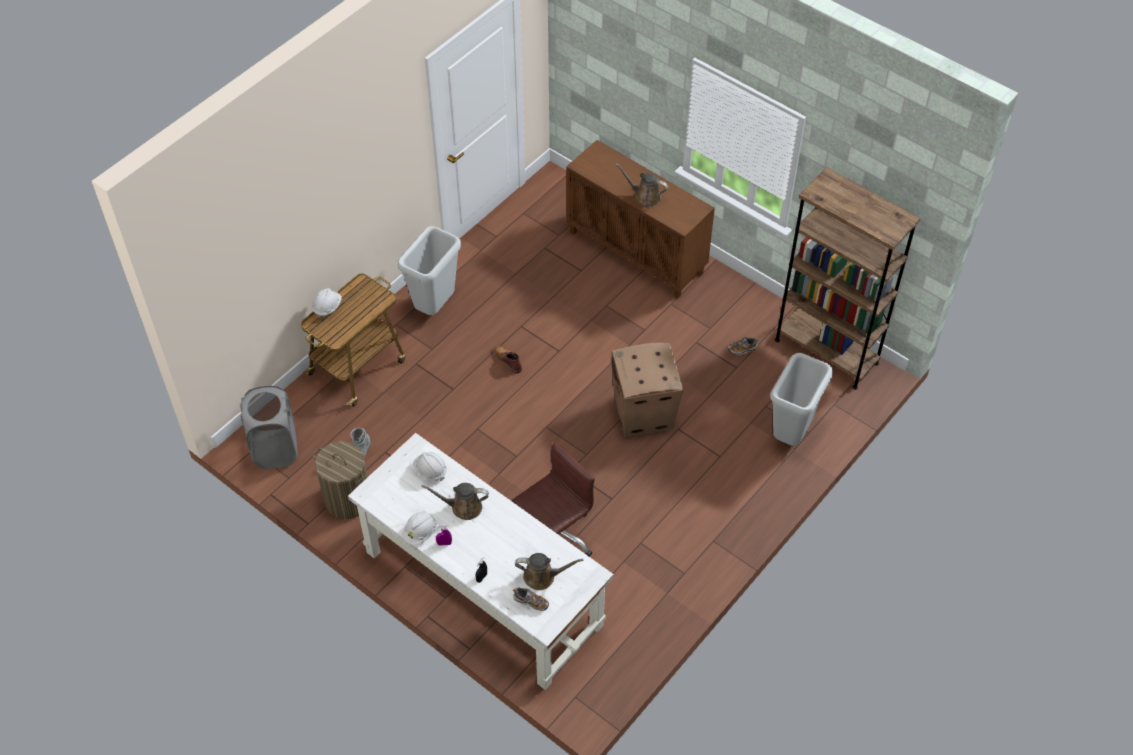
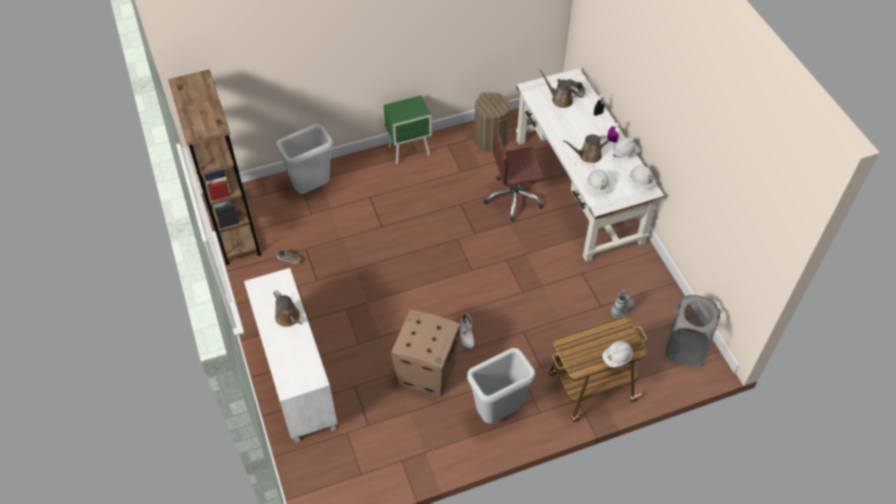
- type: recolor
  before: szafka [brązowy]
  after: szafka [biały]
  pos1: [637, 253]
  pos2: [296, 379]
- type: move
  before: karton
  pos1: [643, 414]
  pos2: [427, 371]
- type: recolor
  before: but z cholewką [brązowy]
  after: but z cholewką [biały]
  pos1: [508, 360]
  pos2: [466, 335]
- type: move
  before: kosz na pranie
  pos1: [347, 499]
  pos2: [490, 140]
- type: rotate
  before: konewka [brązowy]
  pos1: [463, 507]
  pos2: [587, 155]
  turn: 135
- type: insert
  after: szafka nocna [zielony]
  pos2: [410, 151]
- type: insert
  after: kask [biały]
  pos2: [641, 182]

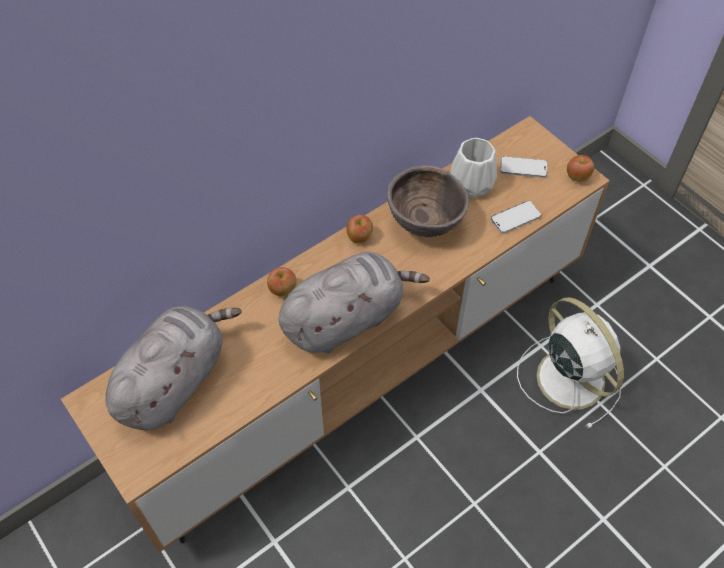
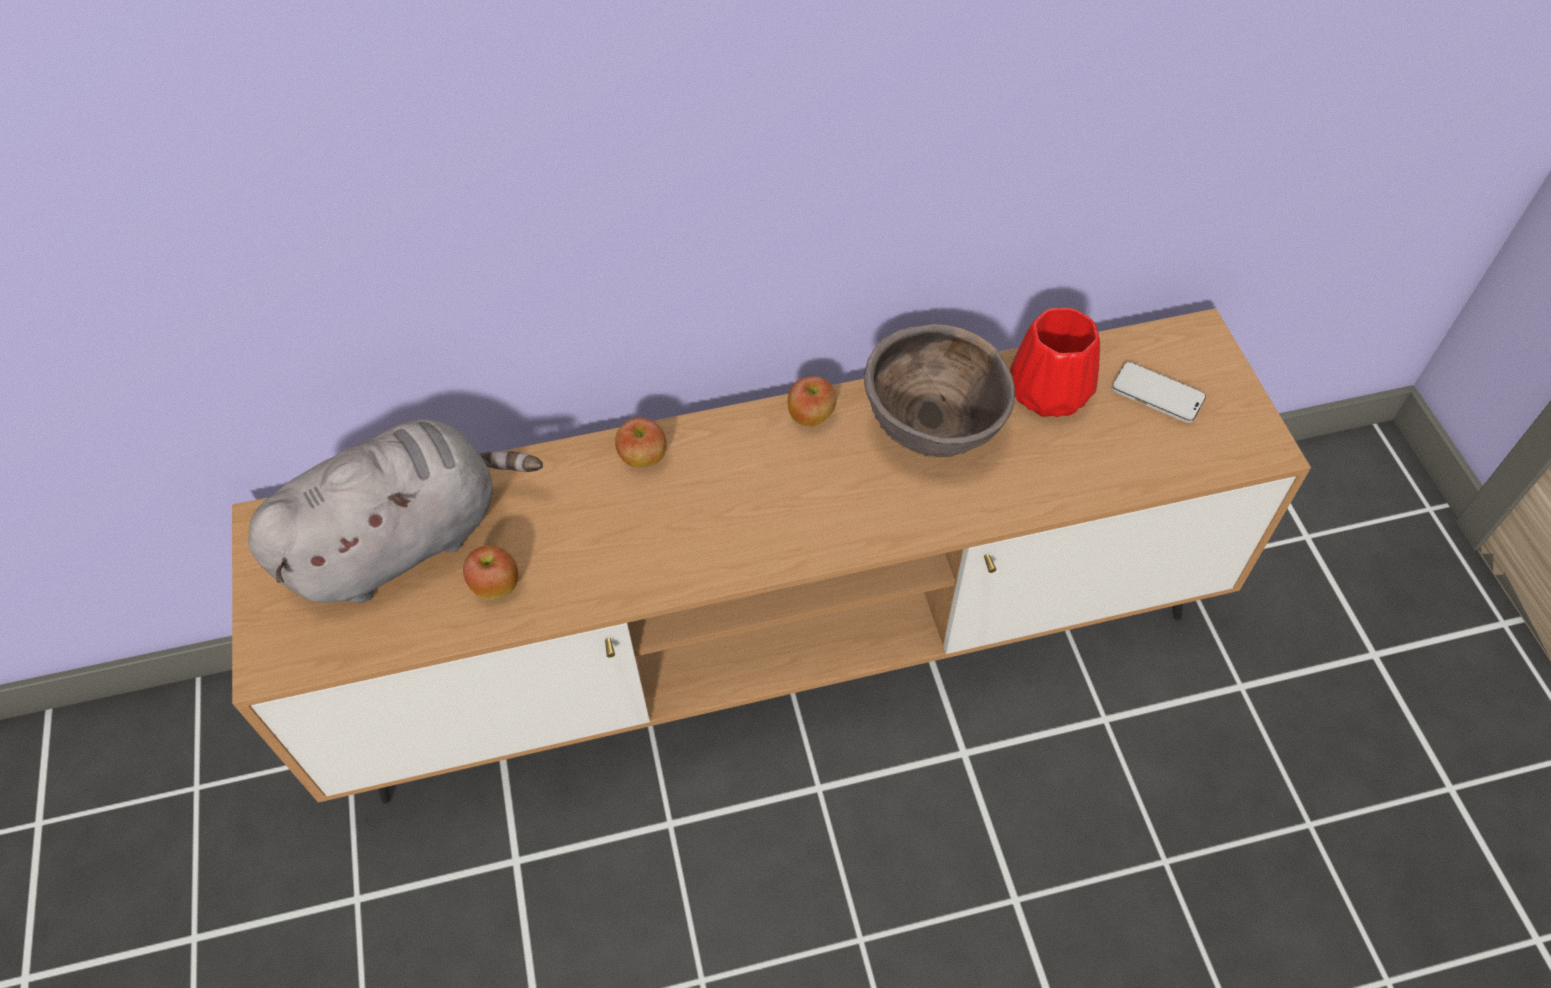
- type: recolor
  before: wazon [biały]
  after: wazon [czerwony]
  pos1: [471, 185]
  pos2: [1048, 393]
- type: move
  before: jabłko
  pos1: [577, 177]
  pos2: [496, 586]
- type: delete
  before: telefon
  pos1: [515, 218]
- type: delete
  before: pluszak [szary]
  pos1: [346, 318]
- type: delete
  before: wentylator [biały]
  pos1: [568, 376]

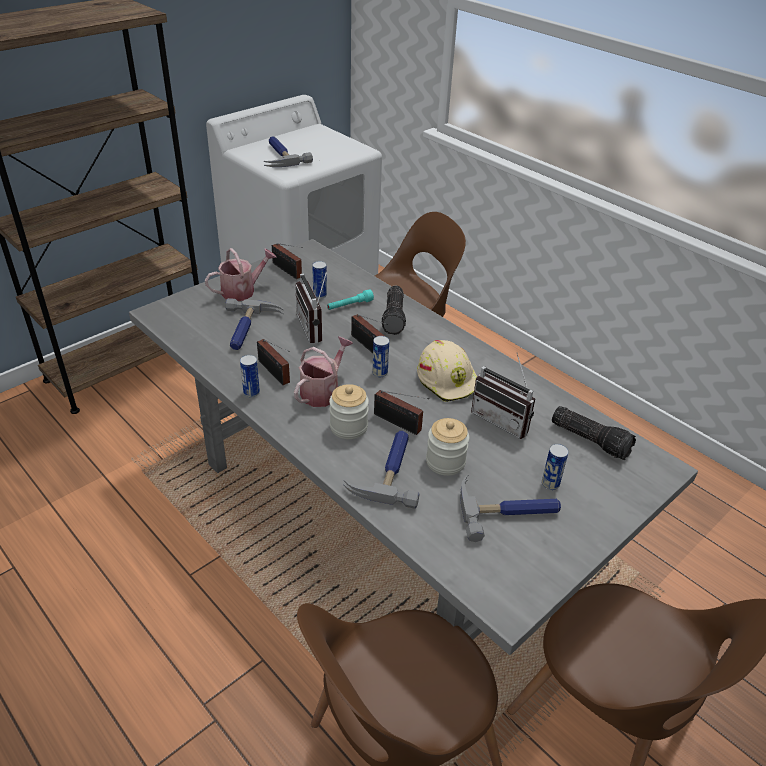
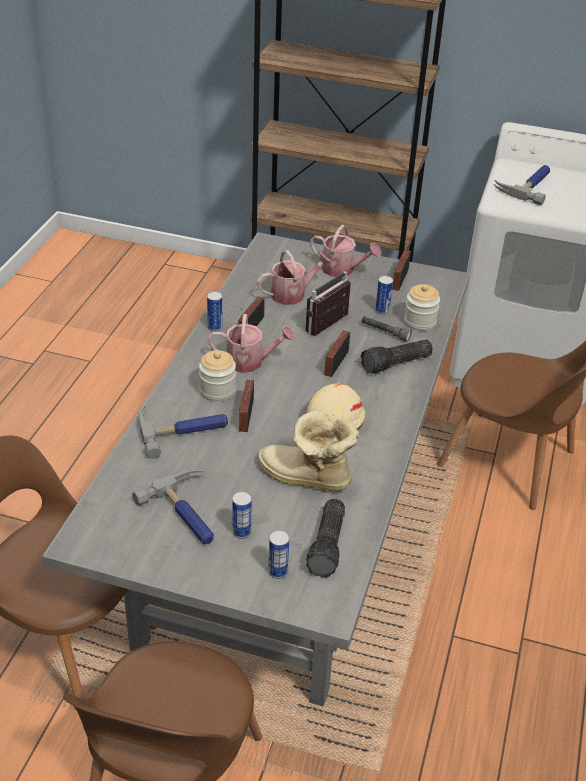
- type: recolor
  before: latarka [turkusowy]
  after: latarka [szary]
  pos1: [349, 305]
  pos2: [385, 332]
- type: replace
  before: młotek
  after: konewka
  pos1: [248, 329]
  pos2: [292, 294]
- type: move
  before: puszka
  pos1: [380, 373]
  pos2: [278, 572]
- type: replace
  before: radio
  after: but z cholewką
  pos1: [503, 420]
  pos2: [306, 478]
- type: move
  before: słoik
  pos1: [445, 462]
  pos2: [420, 322]

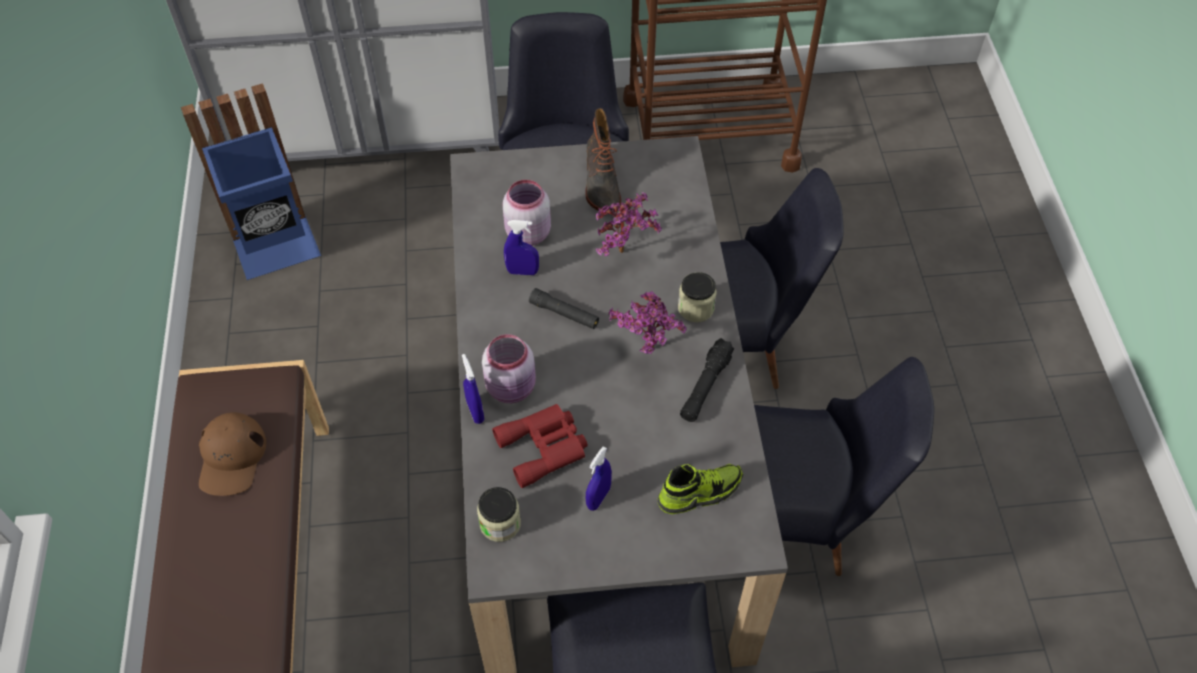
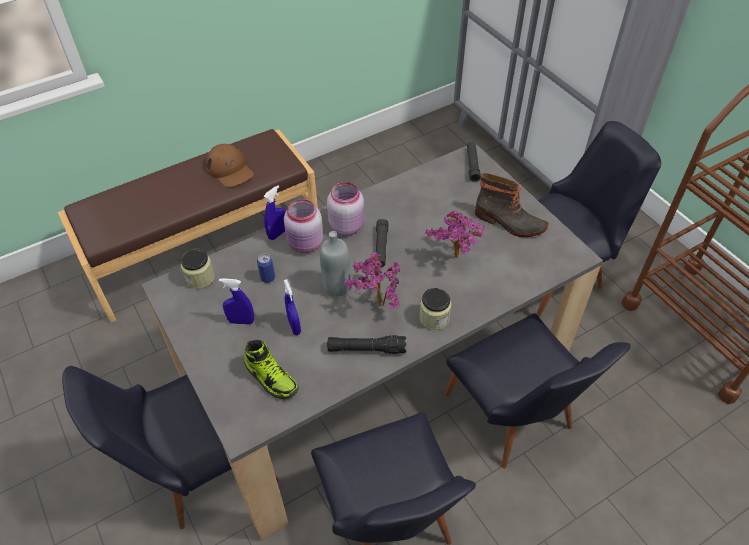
- type: delete
  before: kosz na śmieci [niebieski]
  pos1: [277, 247]
- type: rotate
  before: but z cholewką
  pos1: [600, 183]
  pos2: [509, 223]
  turn: -120
- type: move
  before: słoik [różowy]
  pos1: [527, 233]
  pos2: [347, 225]
- type: move
  before: spryskiwacz [niebieski]
  pos1: [522, 271]
  pos2: [294, 326]
- type: replace
  before: lornetka [czerwony]
  after: puszka
  pos1: [544, 447]
  pos2: [268, 278]
- type: rotate
  before: czapka z daszkiem [brązowy]
  pos1: [231, 458]
  pos2: [230, 170]
  turn: -105
- type: insert
  after: latarka [czarny]
  pos2: [472, 165]
- type: insert
  after: butelka [szary]
  pos2: [337, 287]

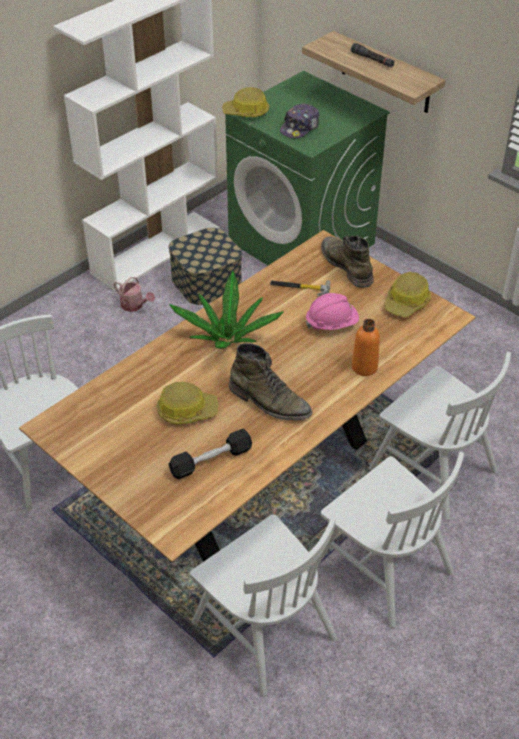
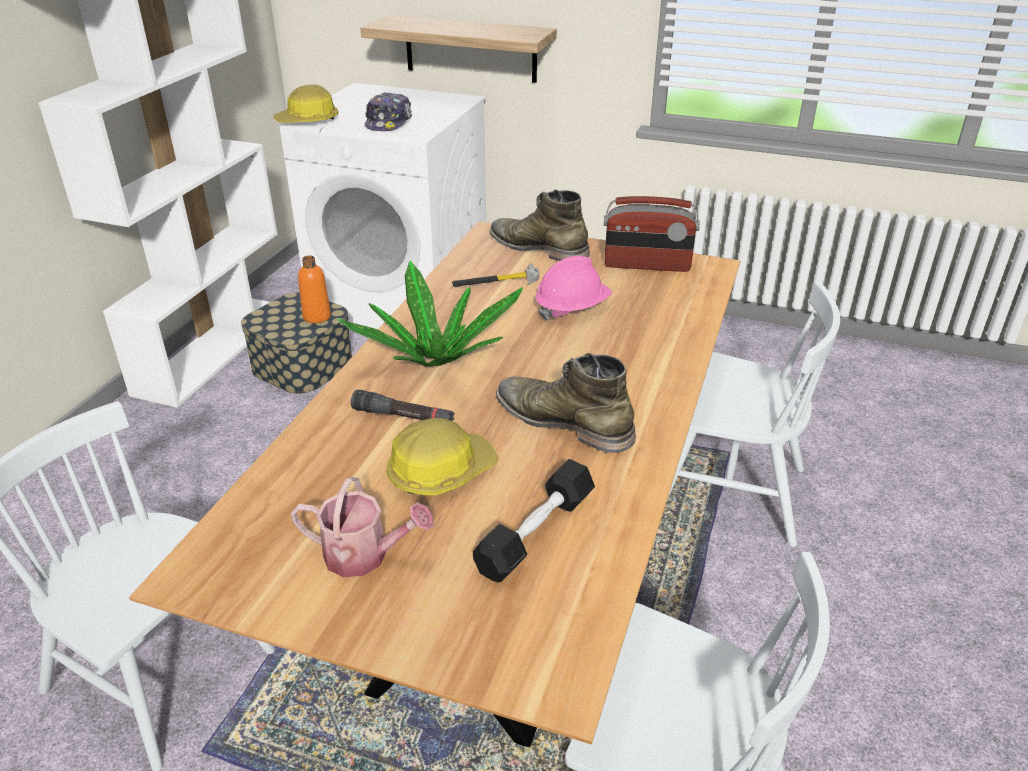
- type: move
  before: latarka [czarny]
  pos1: [372, 60]
  pos2: [403, 417]
- type: recolor
  before: pralka [zielony]
  after: pralka [biały]
  pos1: [302, 242]
  pos2: [403, 298]
- type: replace
  before: kask
  after: radio
  pos1: [407, 302]
  pos2: [647, 265]
- type: move
  before: konewka
  pos1: [134, 305]
  pos2: [365, 555]
- type: move
  before: butelka [pomarańczowy]
  pos1: [364, 367]
  pos2: [317, 316]
- type: rotate
  before: but z cholewką [zielony]
  pos1: [269, 402]
  pos2: [563, 421]
  turn: -150
- type: delete
  before: krzesło [biały]
  pos1: [382, 567]

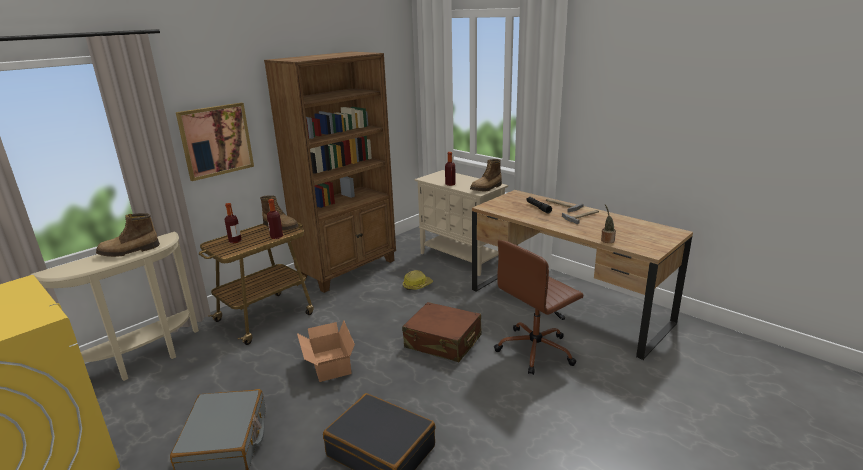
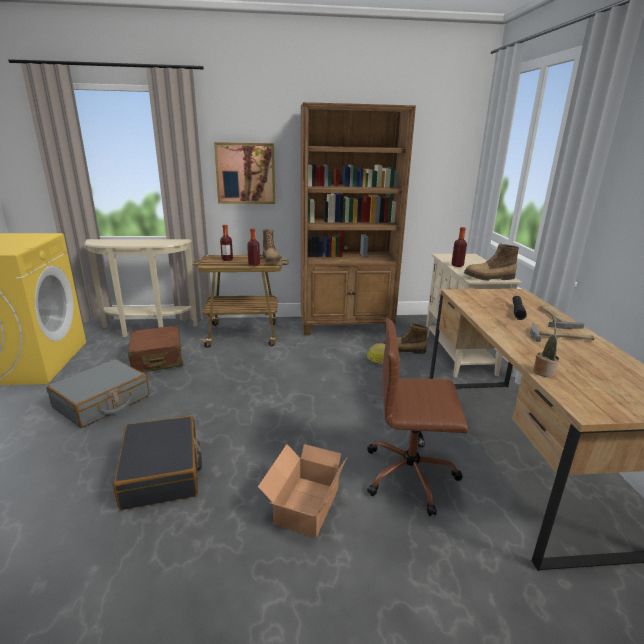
- type: move
  before: but z cholewką
  pos1: [129, 251]
  pos2: [404, 350]
- type: move
  before: walizka [brązowy]
  pos1: [443, 342]
  pos2: [157, 359]
- type: move
  before: karton
  pos1: [328, 365]
  pos2: [303, 506]

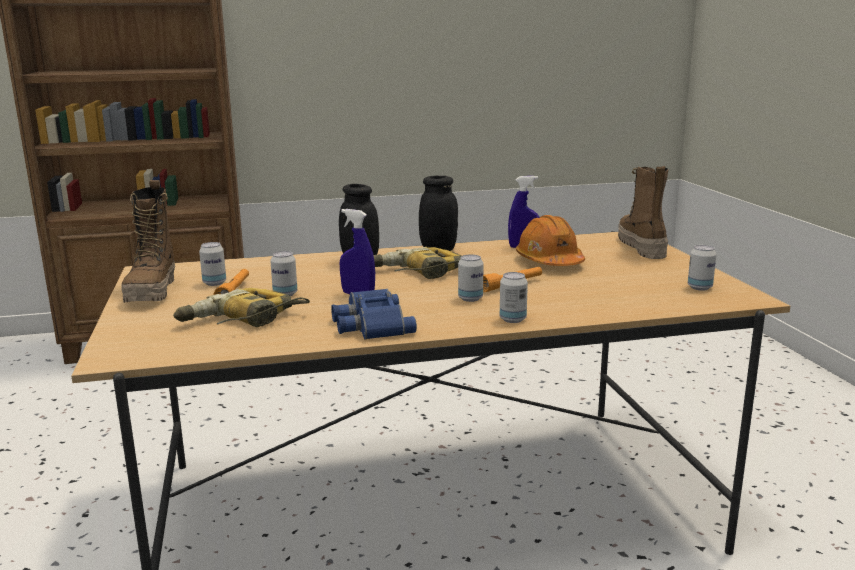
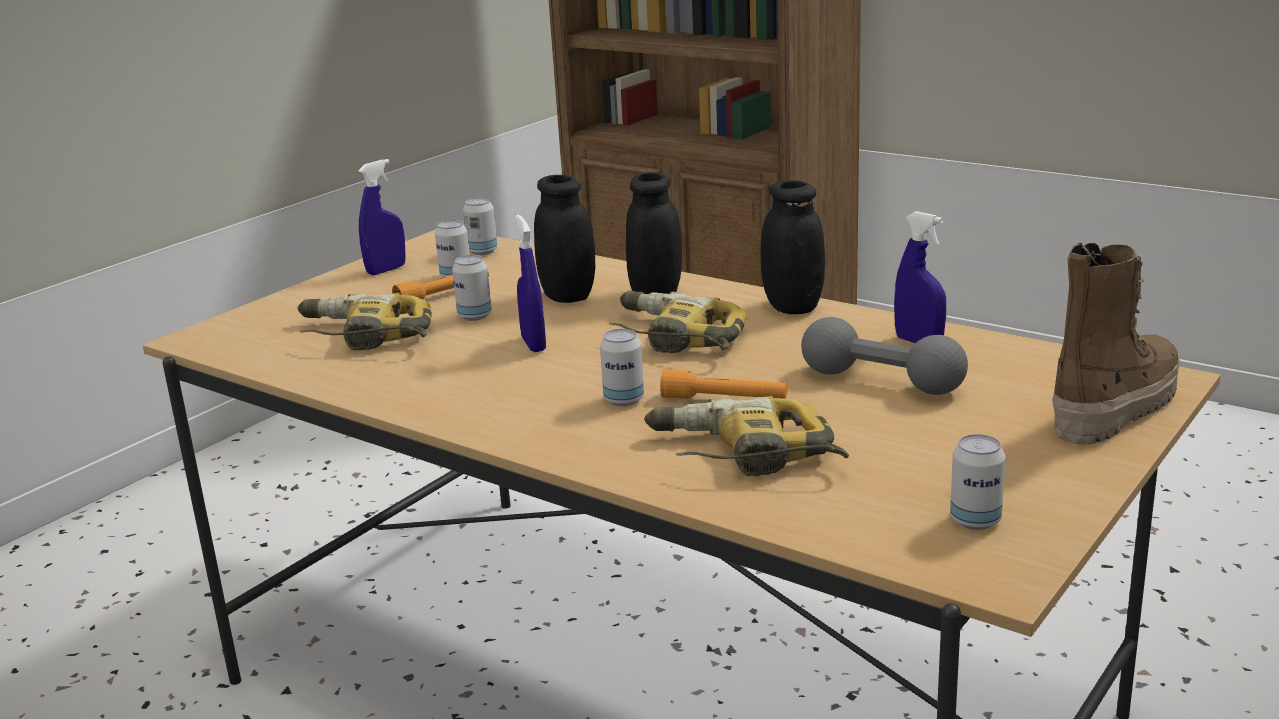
- type: replace
  before: but z cholewką
  after: spryskiwacz [niebieski]
  pos1: [153, 292]
  pos2: [386, 270]
- type: replace
  before: kask [pomarańczowy]
  after: hantel [szary]
  pos1: [549, 262]
  pos2: [881, 381]
- type: move
  before: puszka
  pos1: [512, 319]
  pos2: [482, 251]
- type: delete
  before: lornetka [niebieski]
  pos1: [370, 324]
- type: insert
  after: słoik [czarny]
  pos2: [568, 296]
- type: insert
  after: wiertarka
  pos2: [742, 455]

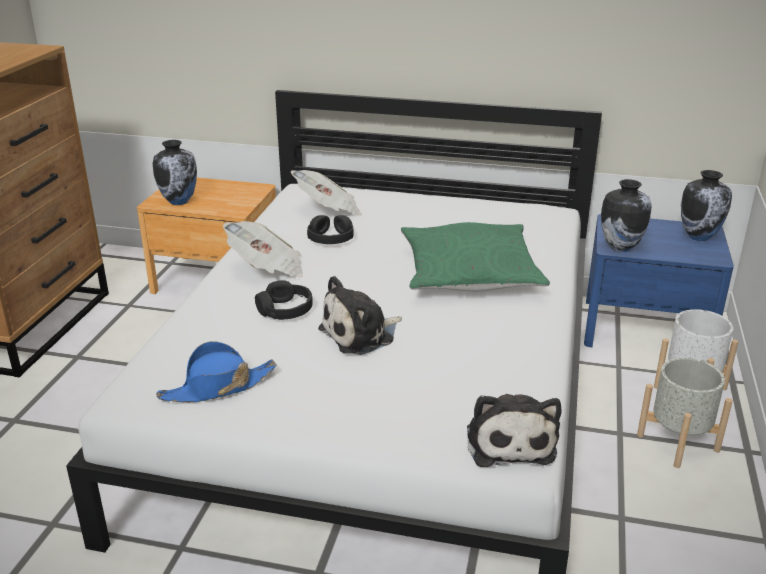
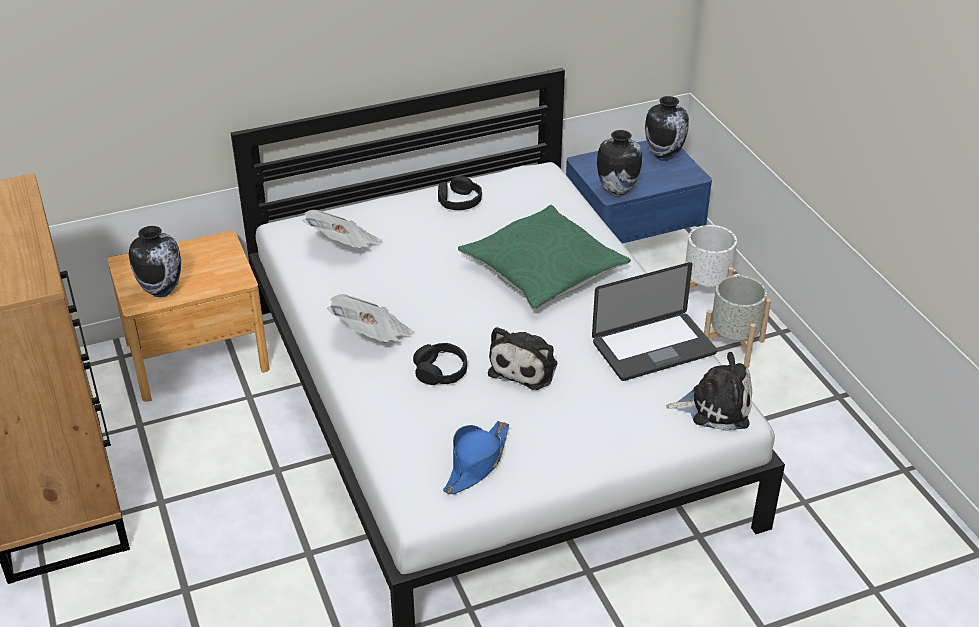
- type: move
  before: słuchawki [czarny]
  pos1: [331, 238]
  pos2: [459, 201]
- type: rotate
  before: pluszak
  pos1: [509, 441]
  pos2: [715, 406]
  turn: -45
- type: insert
  after: laptop
  pos2: [653, 348]

